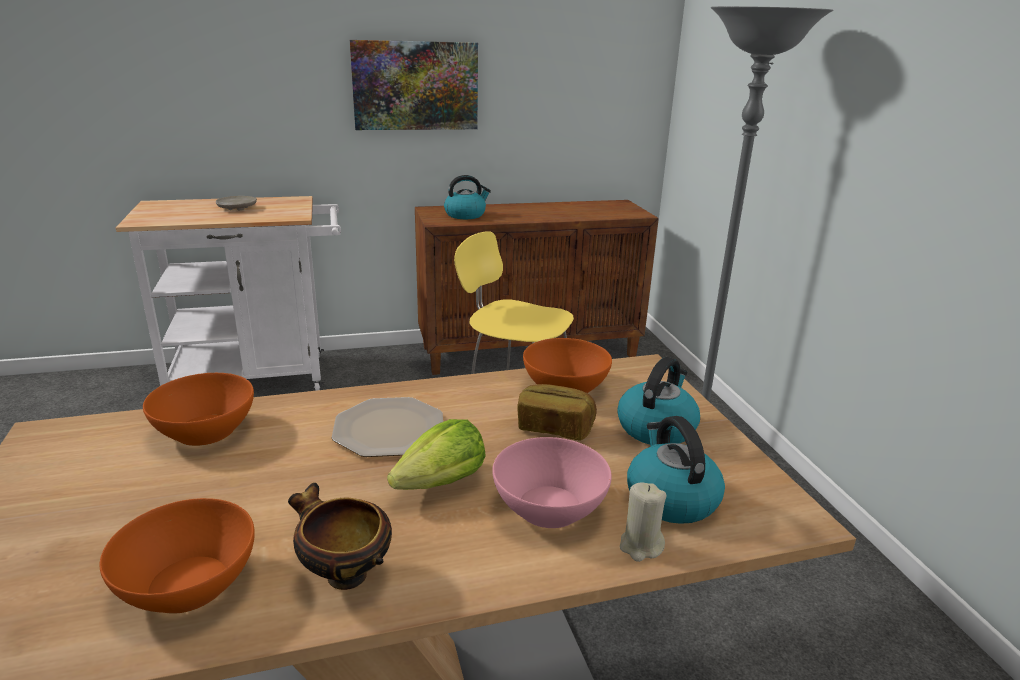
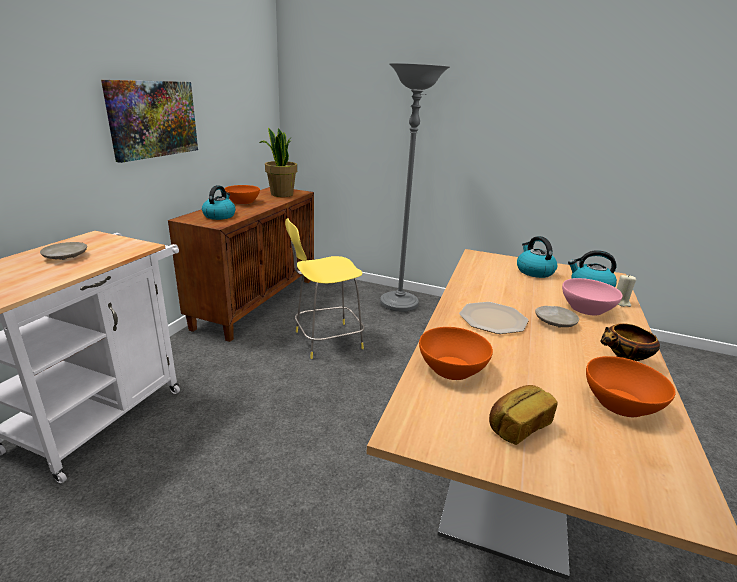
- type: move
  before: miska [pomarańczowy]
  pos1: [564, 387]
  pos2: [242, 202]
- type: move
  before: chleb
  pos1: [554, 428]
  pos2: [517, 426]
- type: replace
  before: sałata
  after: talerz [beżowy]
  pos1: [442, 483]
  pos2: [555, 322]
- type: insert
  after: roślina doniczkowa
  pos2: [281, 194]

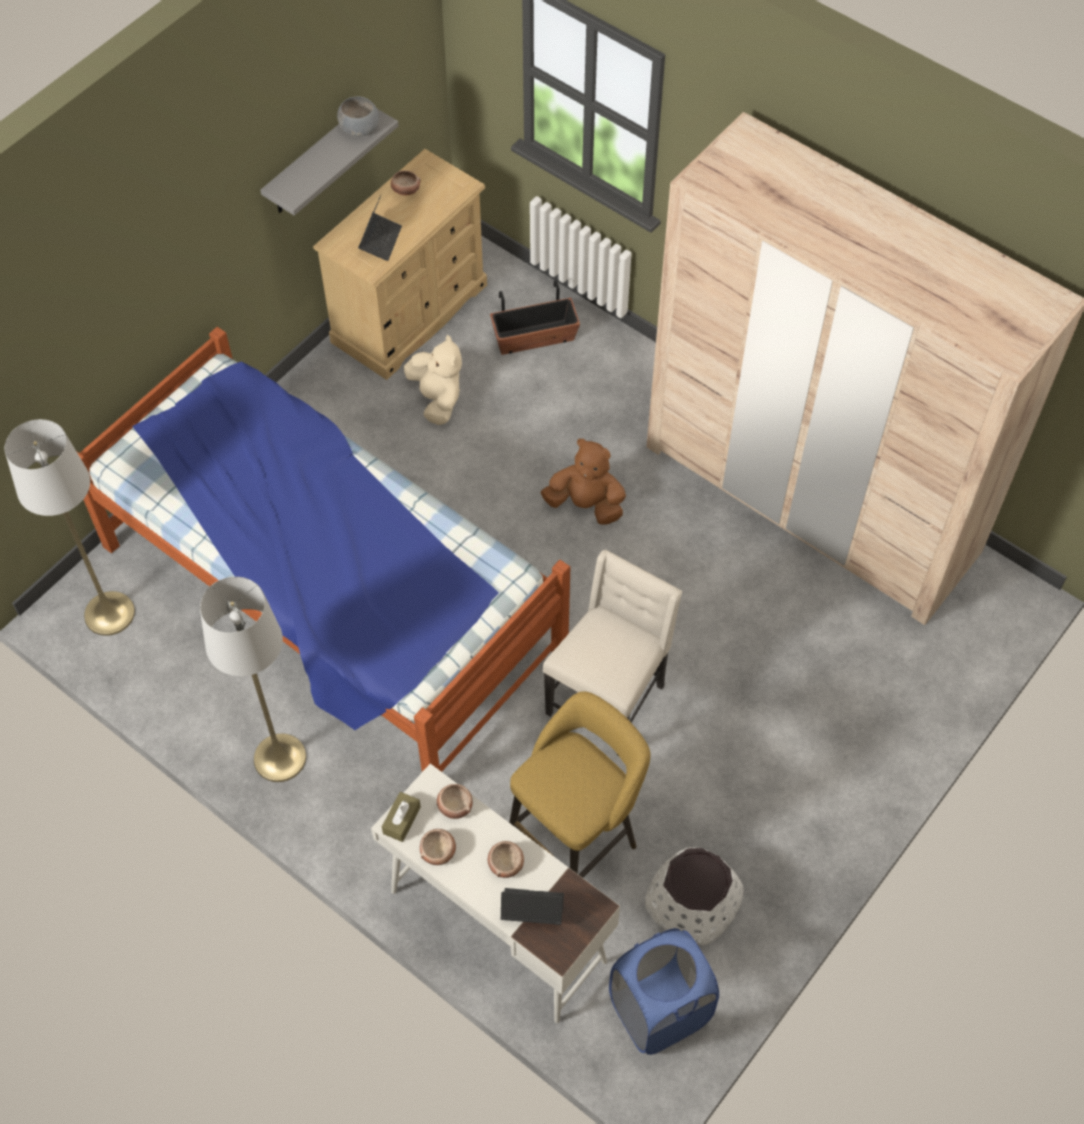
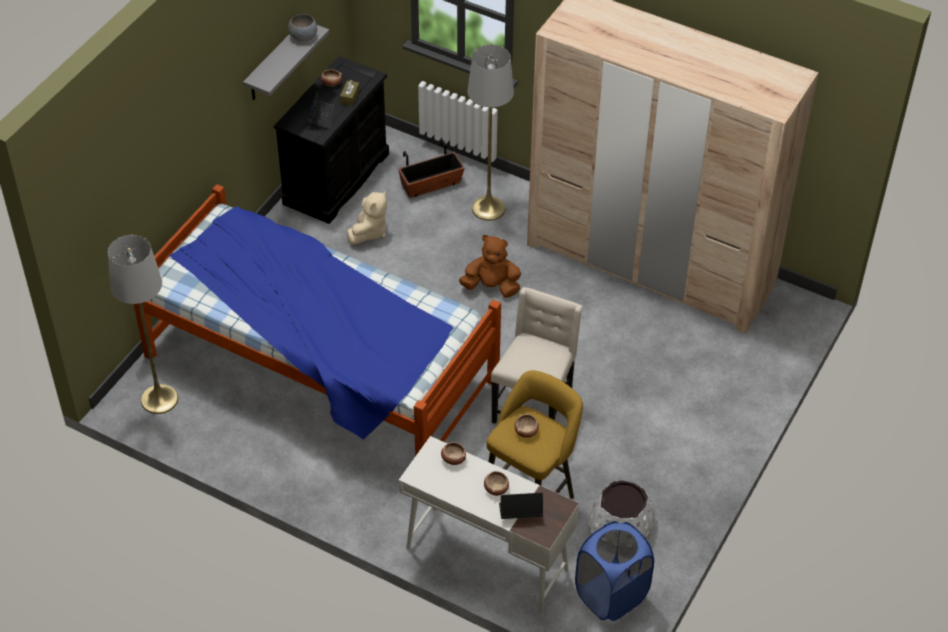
- type: recolor
  before: komoda [beżowy]
  after: komoda [czarny]
  pos1: [410, 313]
  pos2: [337, 179]
- type: rotate
  before: pluszak [beżowy]
  pos1: [437, 399]
  pos2: [369, 232]
  turn: 60
- type: move
  before: lampa stojąca [szary]
  pos1: [280, 757]
  pos2: [488, 208]
- type: move
  before: pudełko chusteczek [brązowy]
  pos1: [401, 820]
  pos2: [350, 97]
- type: move
  before: miska
  pos1: [438, 851]
  pos2: [526, 430]

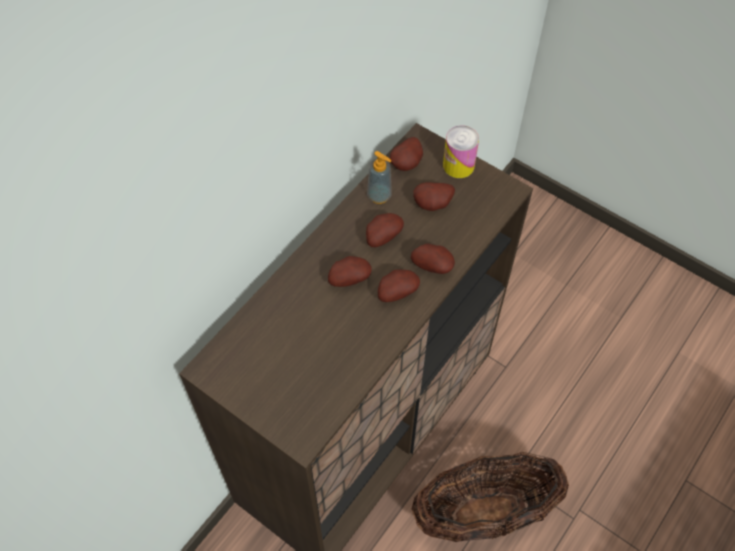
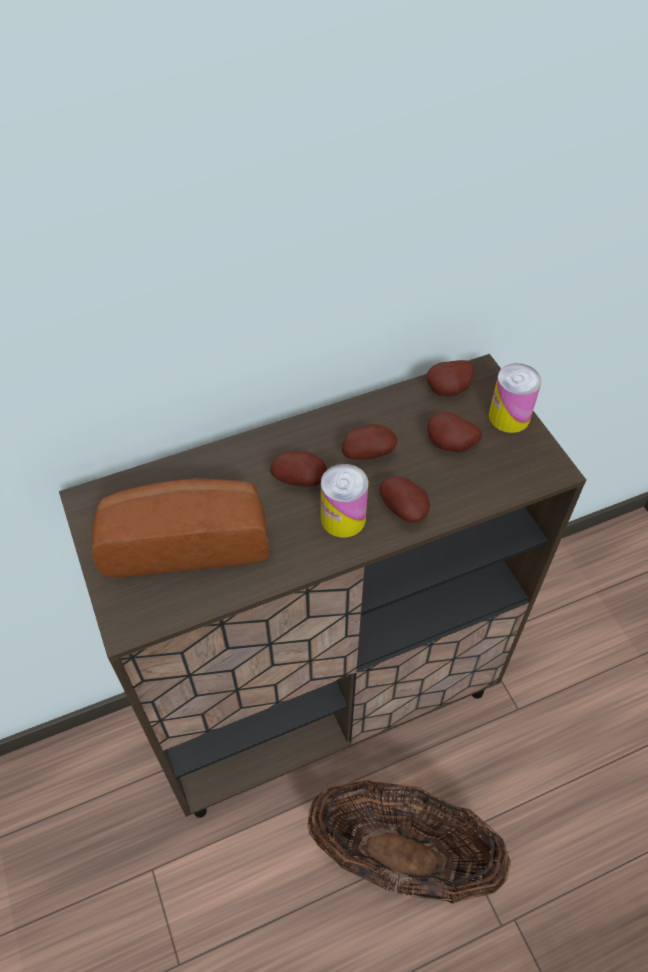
- type: delete
  before: dozownik mydła
  pos1: [379, 196]
- type: replace
  before: ziemniak
  after: puszka
  pos1: [396, 292]
  pos2: [343, 518]
- type: insert
  after: chleb
  pos2: [186, 540]

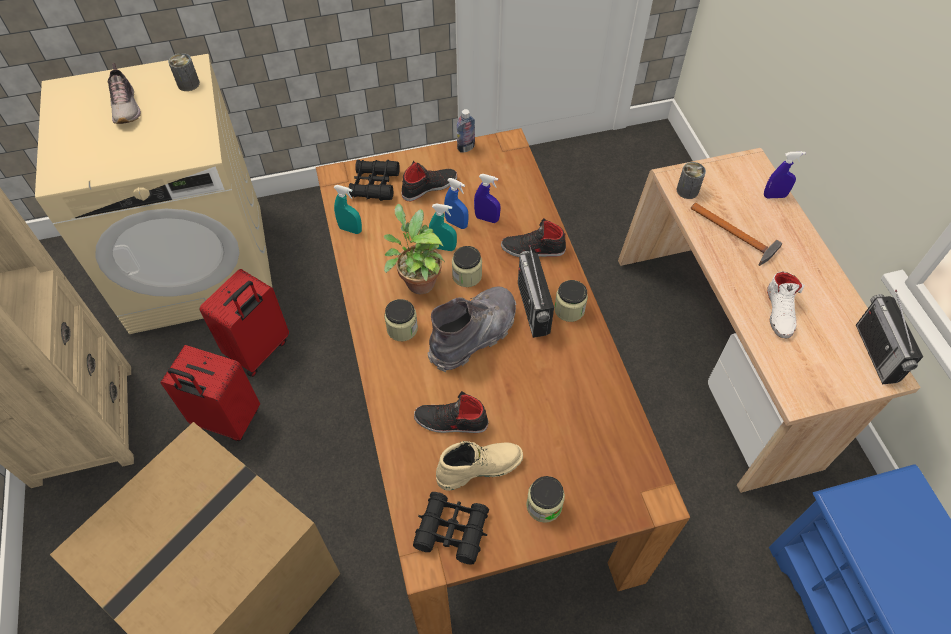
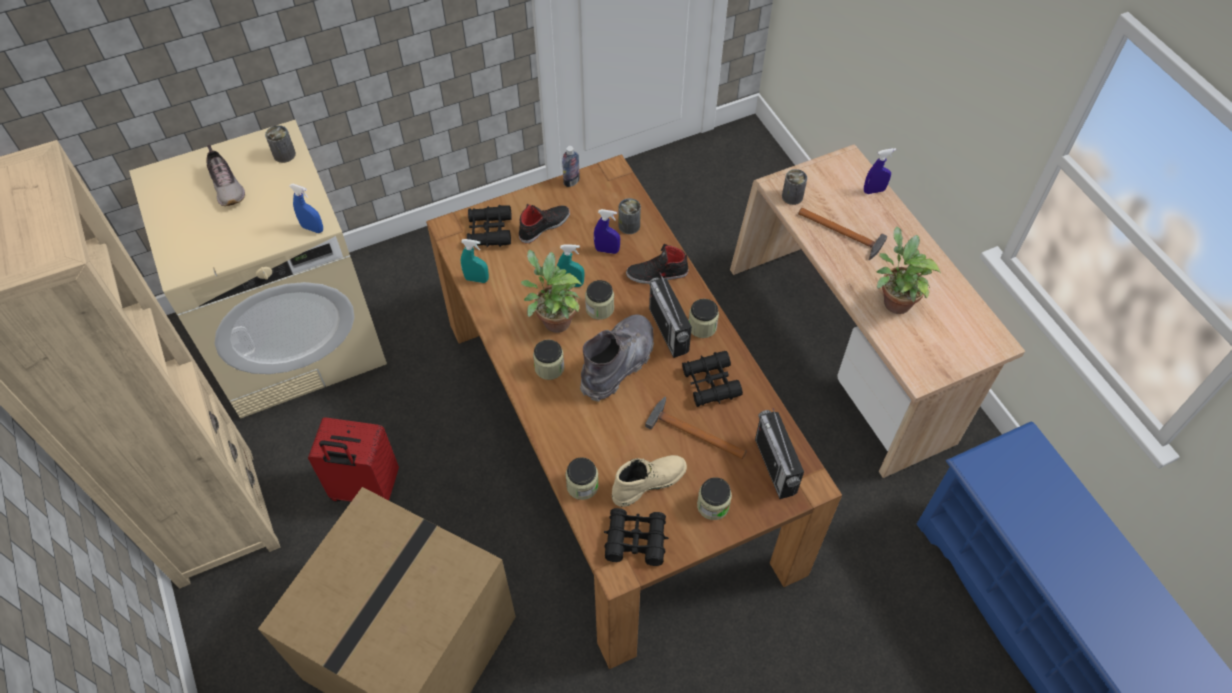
- type: move
  before: spryskiwacz [niebieski]
  pos1: [456, 223]
  pos2: [312, 228]
- type: delete
  before: walizka [czerwony]
  pos1: [259, 351]
- type: replace
  before: but [biały]
  after: roślina doniczkowa
  pos1: [780, 311]
  pos2: [894, 300]
- type: move
  before: radio
  pos1: [877, 353]
  pos2: [775, 466]
- type: delete
  before: but [czarny]
  pos1: [451, 422]
- type: insert
  after: puszka
  pos2: [629, 226]
- type: insert
  after: lornetka [czarny]
  pos2: [710, 383]
- type: insert
  after: młotek
  pos2: [692, 431]
- type: insert
  after: słoik
  pos2: [582, 485]

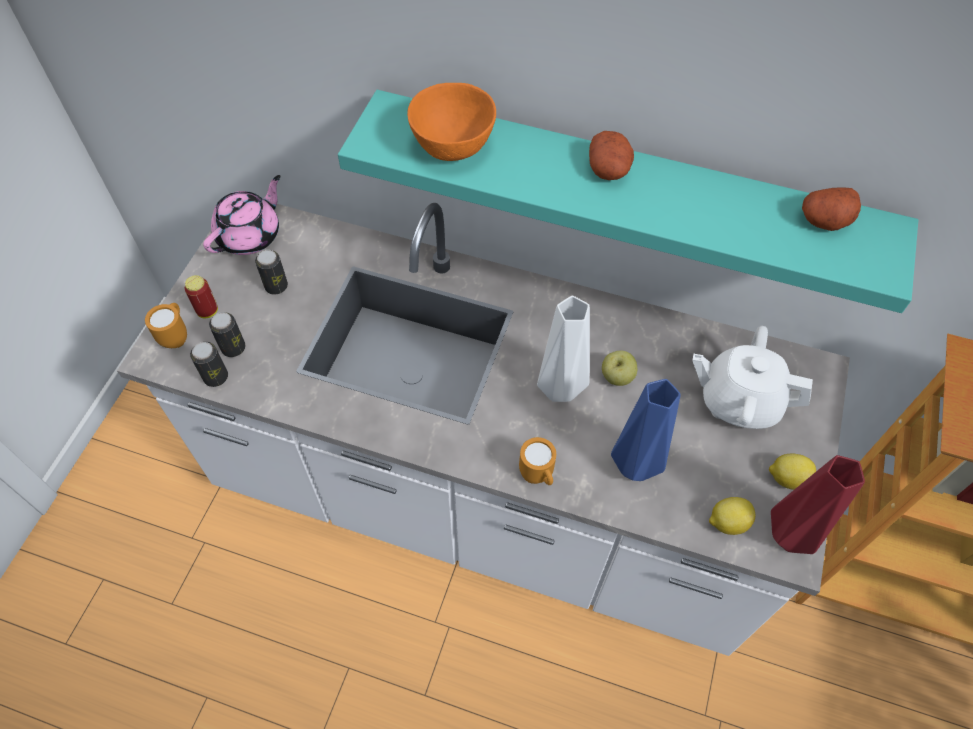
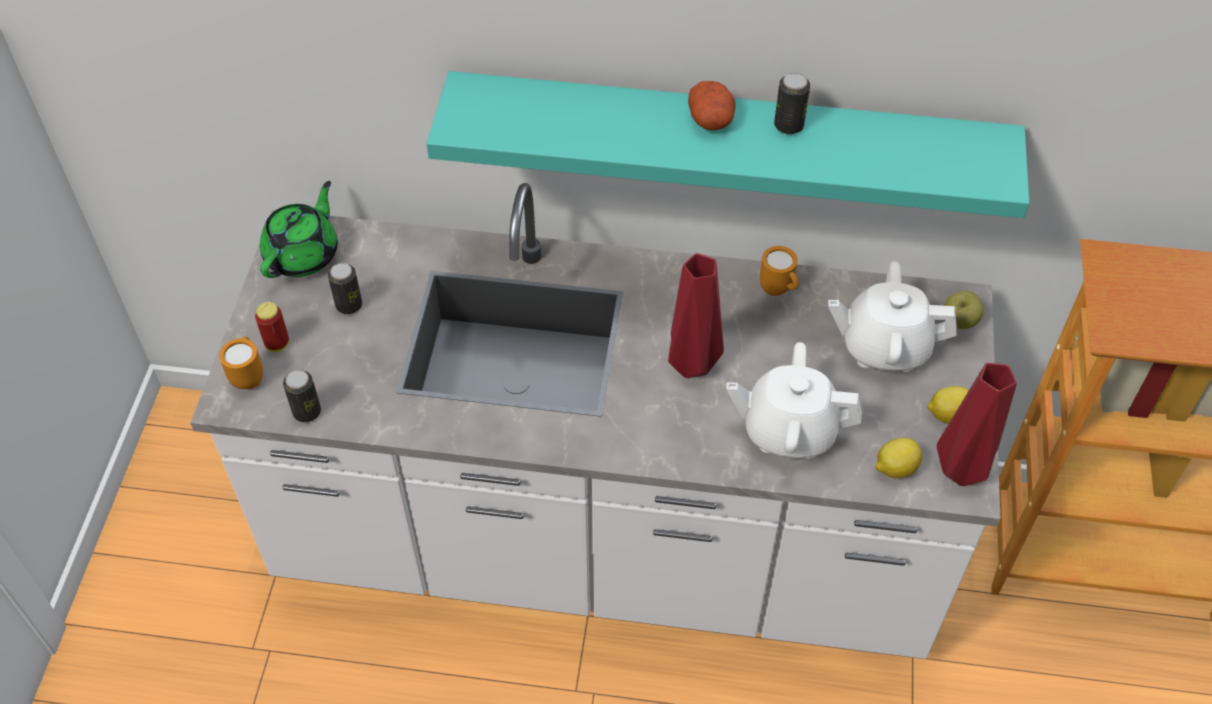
- type: delete
  before: miska [pomarańczowy]
  pos1: [454, 147]
- type: recolor
  before: imbryk [różowy]
  after: imbryk [zielony]
  pos1: [250, 235]
  pos2: [303, 254]
- type: delete
  before: ziemniak
  pos1: [824, 220]
- type: recolor
  before: wazon [biały]
  after: wazon [czerwony]
  pos1: [558, 390]
  pos2: [690, 365]
- type: move
  before: puszka
  pos1: [233, 348]
  pos2: [788, 125]
- type: move
  before: jabłko
  pos1: [617, 377]
  pos2: [959, 322]
- type: replace
  before: wazon [niebieski]
  after: imbryk [biały]
  pos1: [635, 467]
  pos2: [788, 430]
- type: move
  before: kubek [pomarańczowy]
  pos1: [538, 477]
  pos2: [779, 291]

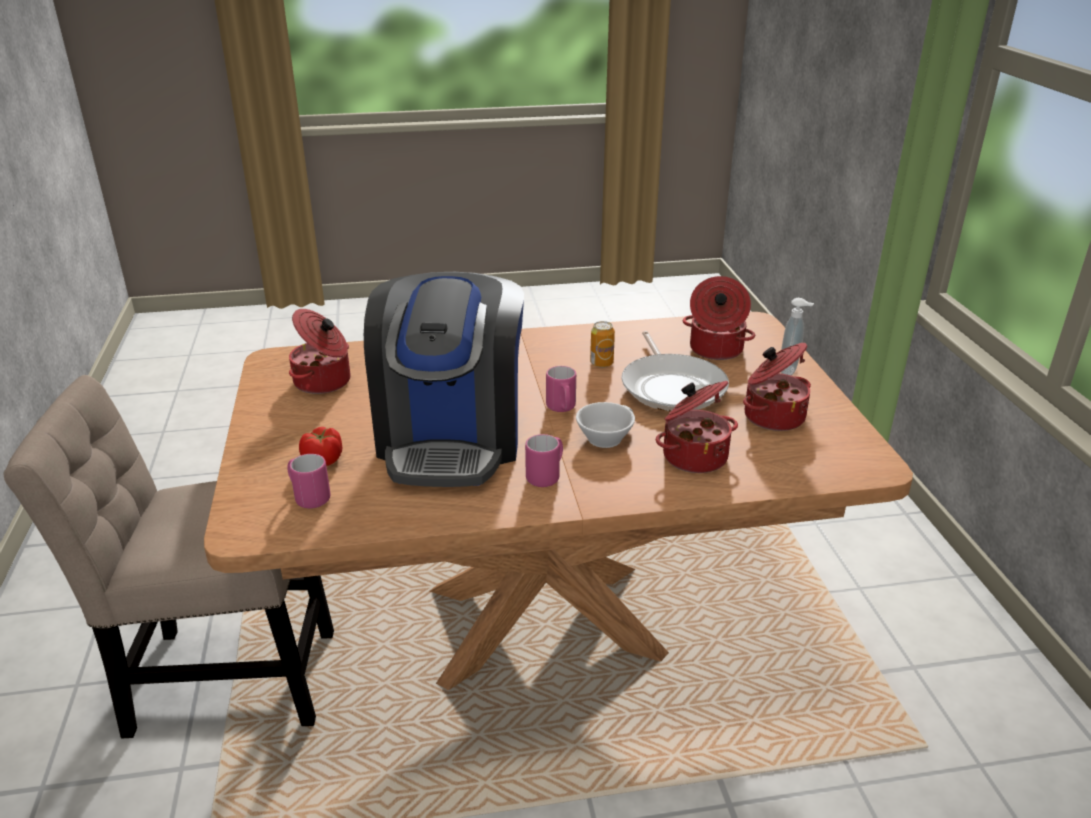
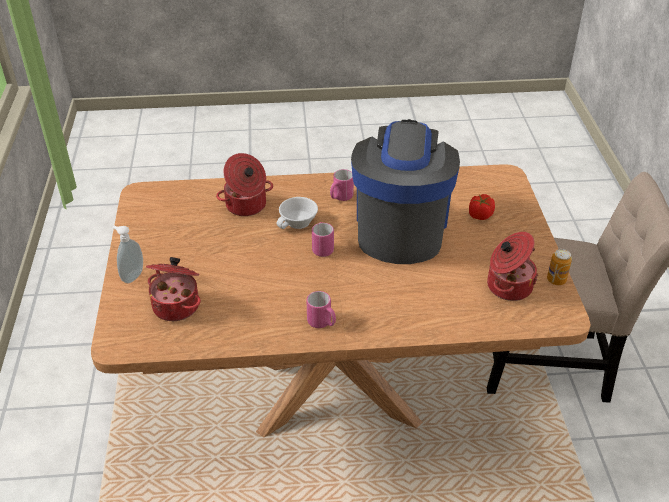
- type: move
  before: puszka
  pos1: [601, 363]
  pos2: [556, 280]
- type: delete
  before: patelnia
  pos1: [672, 387]
- type: delete
  before: garnek
  pos1: [772, 416]
- type: move
  before: kubek [różowy]
  pos1: [308, 497]
  pos2: [322, 323]

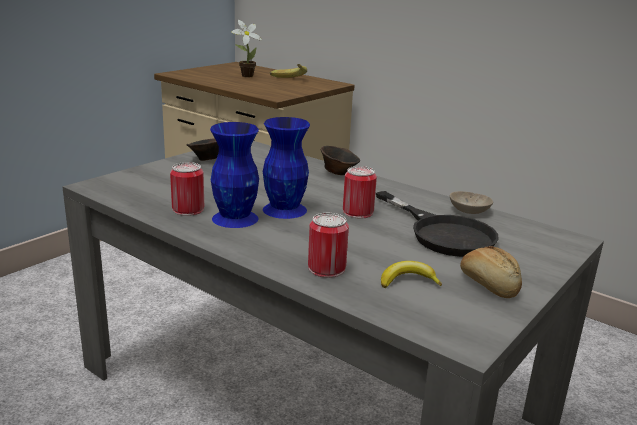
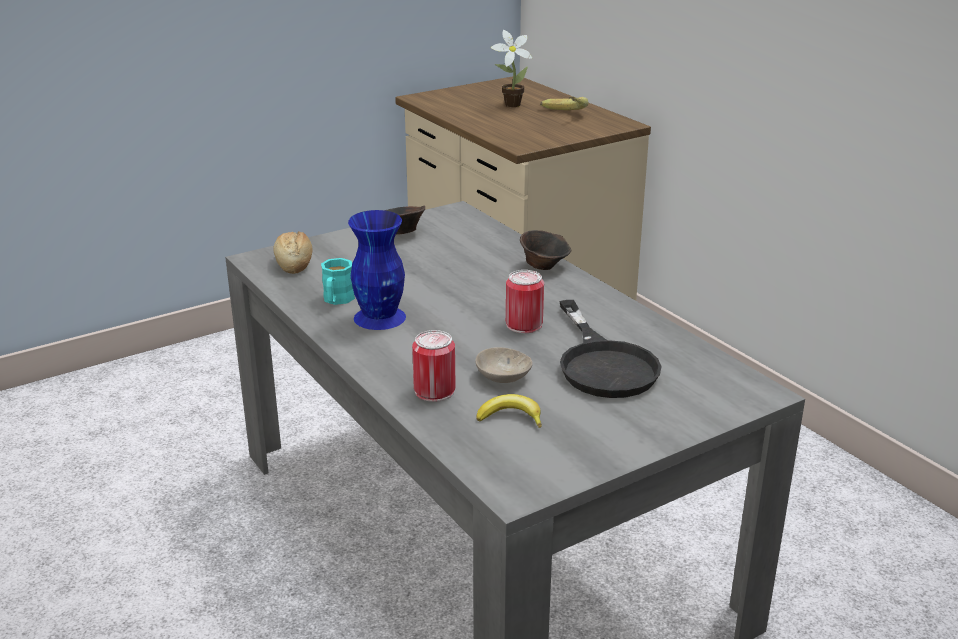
- type: delete
  before: wazon [niebieski]
  pos1: [285, 209]
- type: replace
  before: puszka
  after: kubek [turkusowy]
  pos1: [188, 209]
  pos2: [337, 300]
- type: move
  before: miska [beżowy]
  pos1: [468, 211]
  pos2: [501, 377]
- type: move
  before: chleb
  pos1: [489, 284]
  pos2: [294, 263]

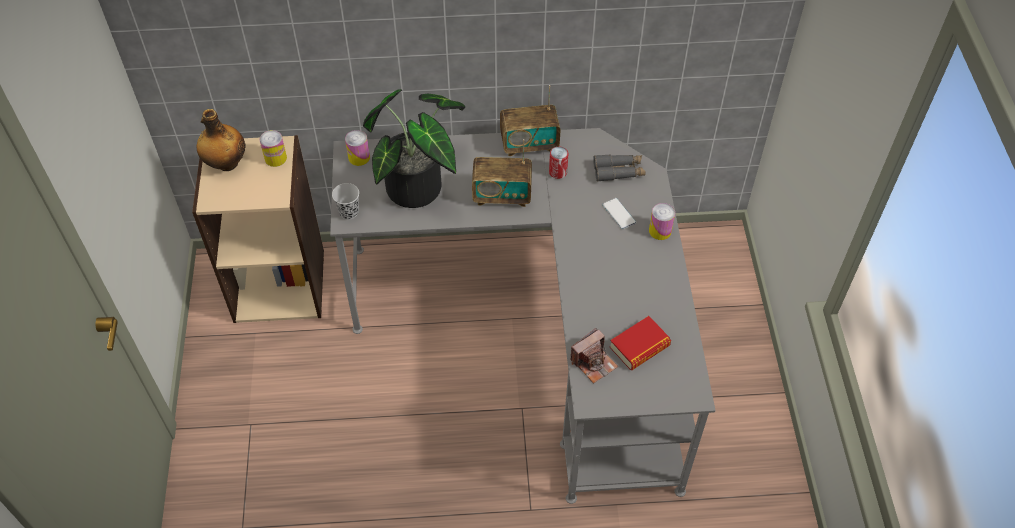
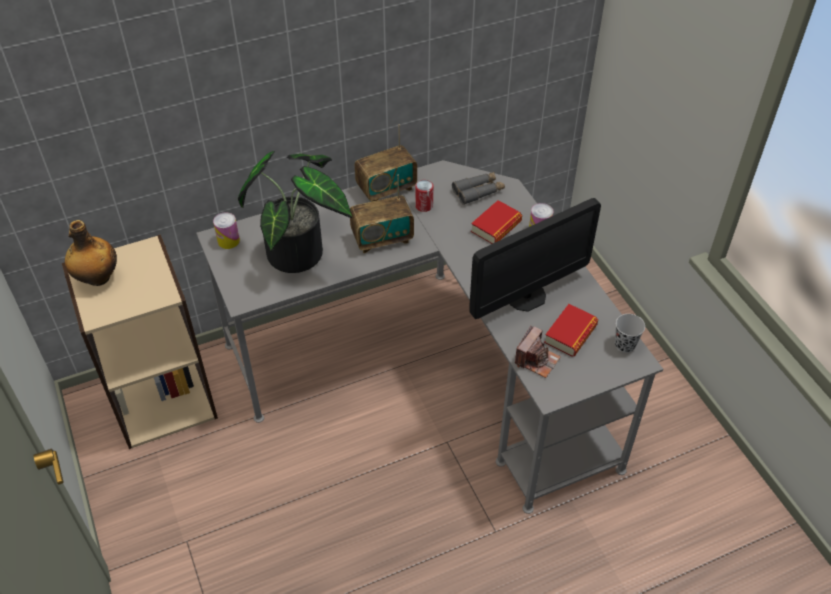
- type: delete
  before: puszka
  pos1: [275, 158]
- type: move
  before: filiżanka [czarny]
  pos1: [349, 212]
  pos2: [625, 345]
- type: replace
  before: telefon
  after: książka
  pos1: [619, 214]
  pos2: [496, 227]
- type: insert
  after: monitor
  pos2: [526, 297]

